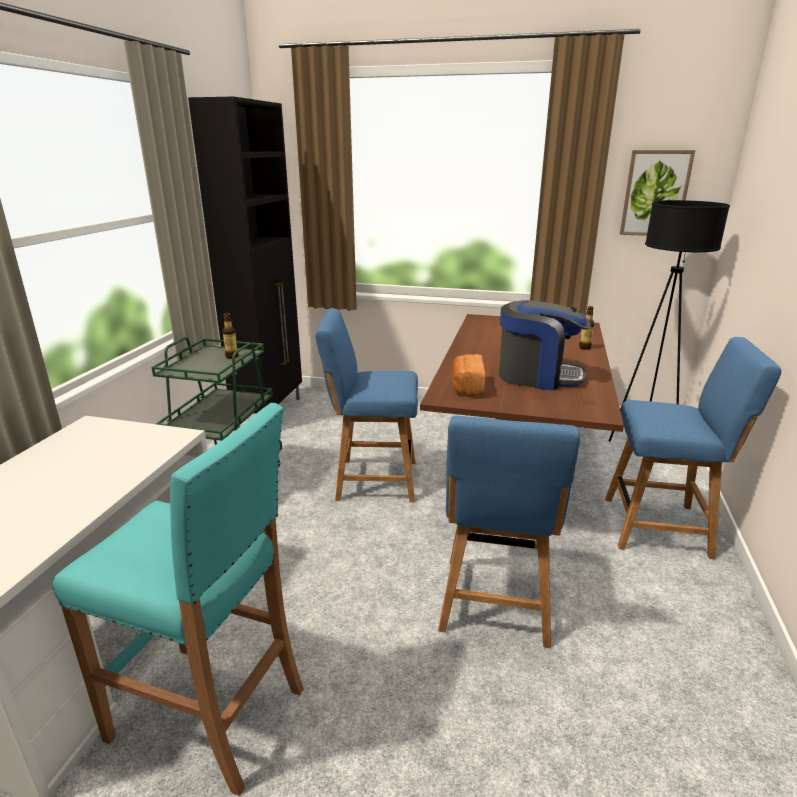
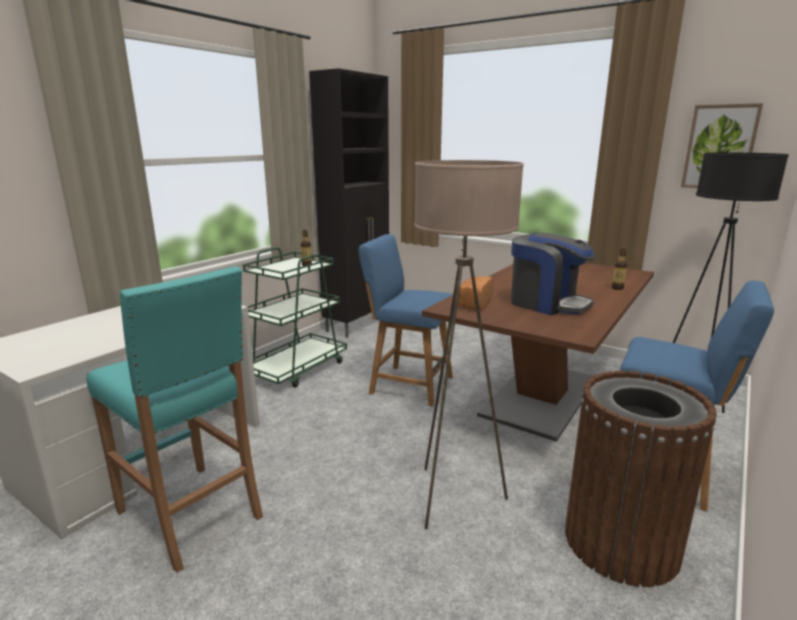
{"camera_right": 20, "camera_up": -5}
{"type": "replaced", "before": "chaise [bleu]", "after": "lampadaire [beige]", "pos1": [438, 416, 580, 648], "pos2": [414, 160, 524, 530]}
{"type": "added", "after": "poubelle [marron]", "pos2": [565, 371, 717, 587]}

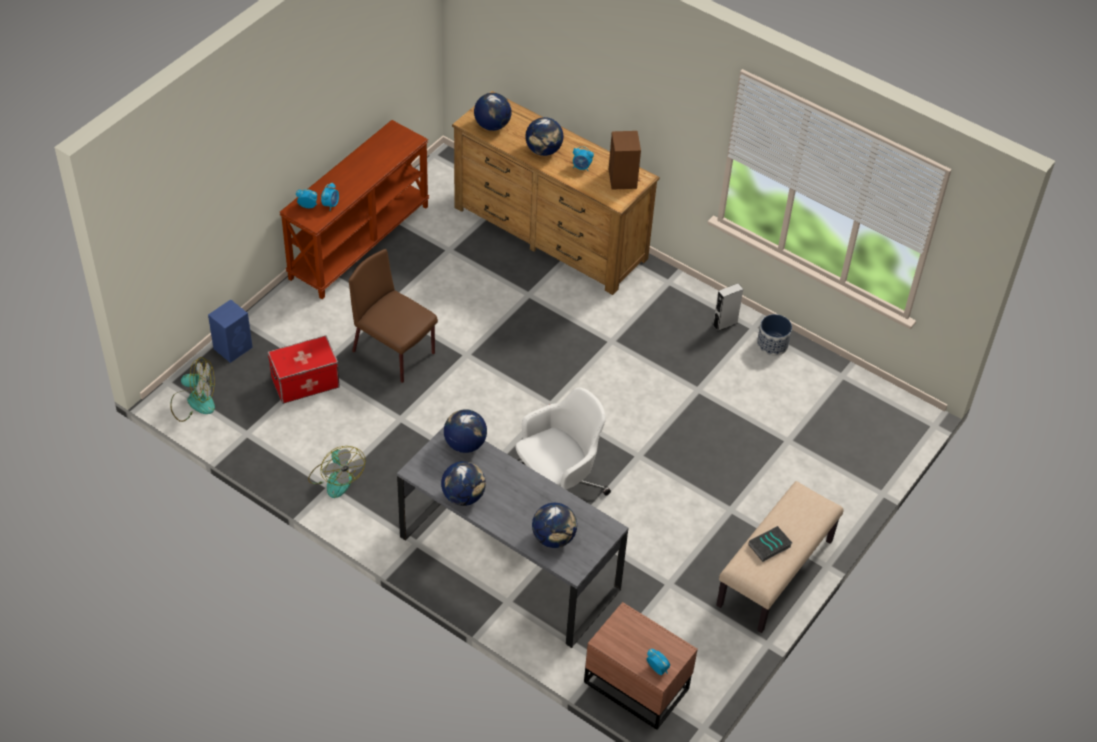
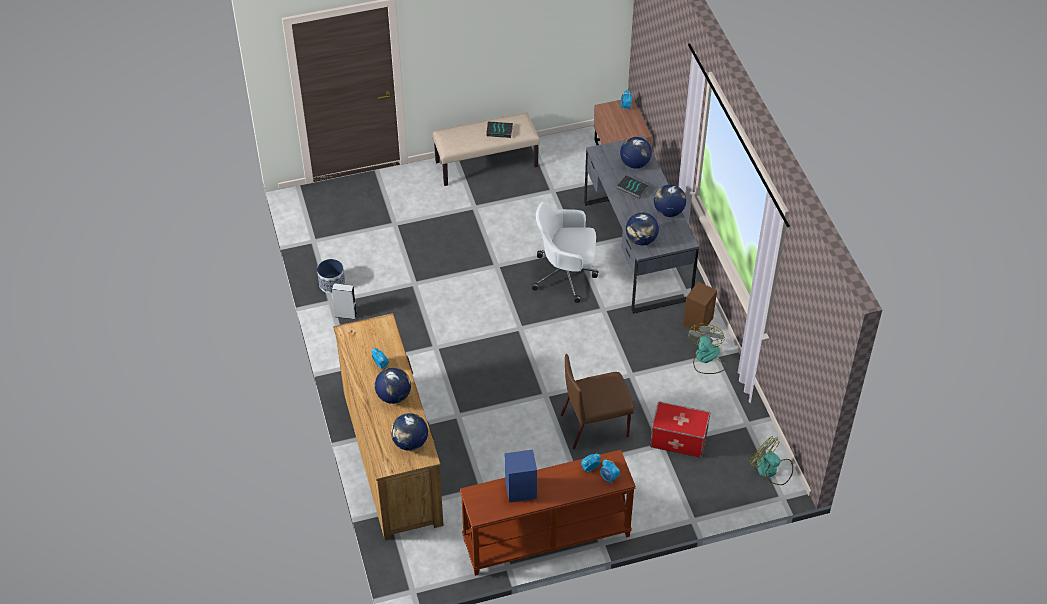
{"camera_right": -140, "camera_up": 0}
{"type": "moved", "before": "enceinte [bleu]", "pos1": [208, 300, 253, 363], "pos2": [505, 450, 537, 502]}
{"type": "turned", "before": "chaise [marron]", "pos1": [349, 249, 438, 383], "pos2": [561, 354, 634, 449], "turn": 90}
{"type": "moved", "before": "enceinte [marron]", "pos1": [609, 131, 641, 190], "pos2": [683, 282, 717, 333]}
{"type": "added", "after": "livre", "pos2": [616, 175, 648, 199]}

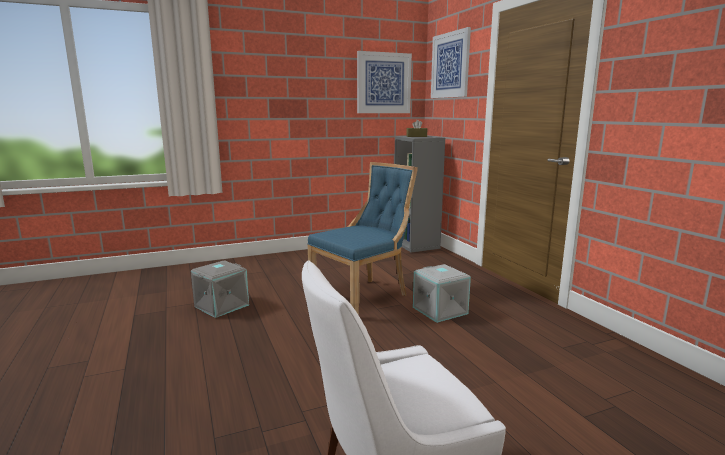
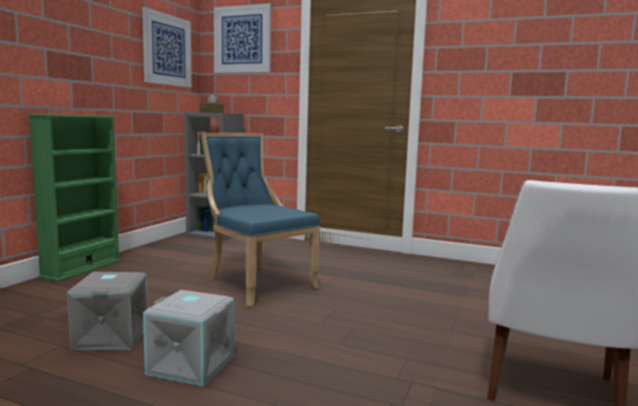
{"camera_right": -45, "camera_up": -5}
{"type": "turned", "before": "chaise [bleu]", "pos1": [307, 162, 418, 315], "pos2": [200, 132, 320, 307], "turn": -45}
{"type": "moved", "before": "boîte de rangement [gris]", "pos1": [413, 264, 471, 323], "pos2": [143, 290, 234, 387]}
{"type": "added", "after": "bibliothèque [vert]", "pos2": [28, 114, 121, 282]}

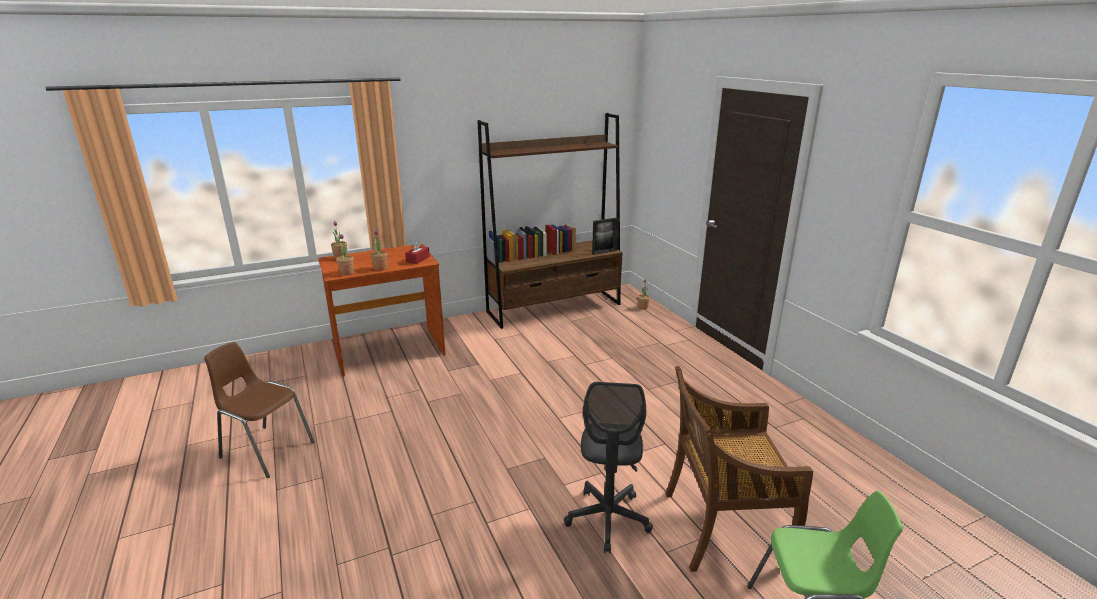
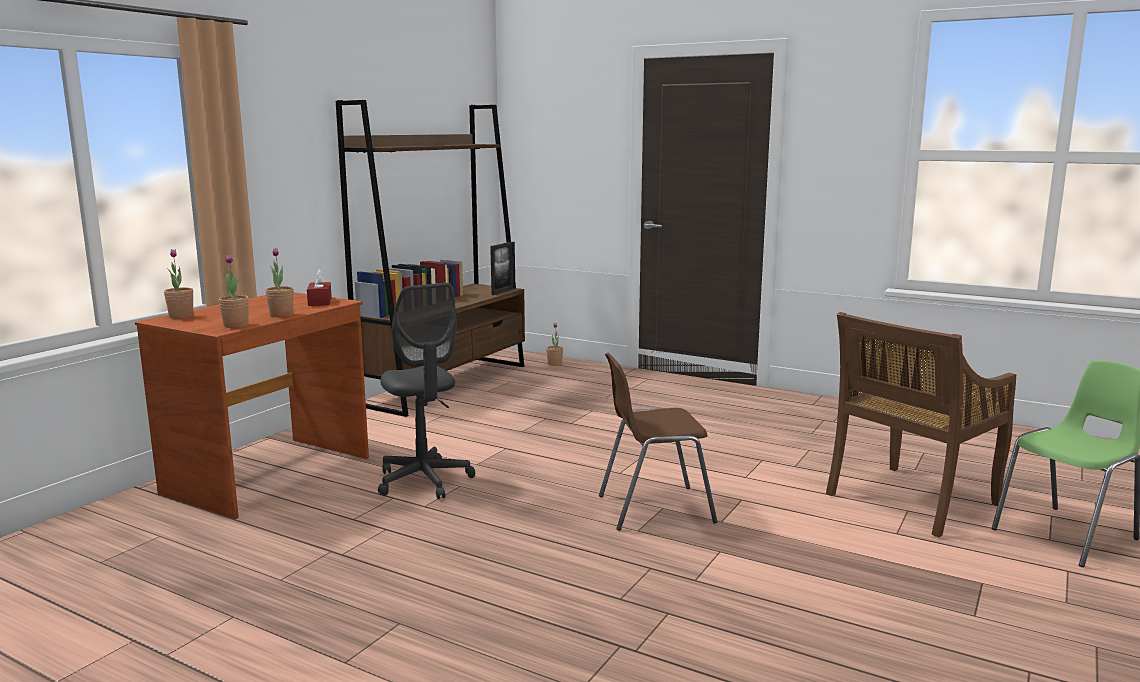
{"camera_right": -35, "camera_up": -10}
{"type": "moved", "before": "chaise [marron]", "pos1": [204, 342, 315, 478], "pos2": [599, 353, 717, 530]}
{"type": "moved", "before": "chaise de bureau [gris]", "pos1": [564, 382, 653, 553], "pos2": [378, 283, 475, 499]}

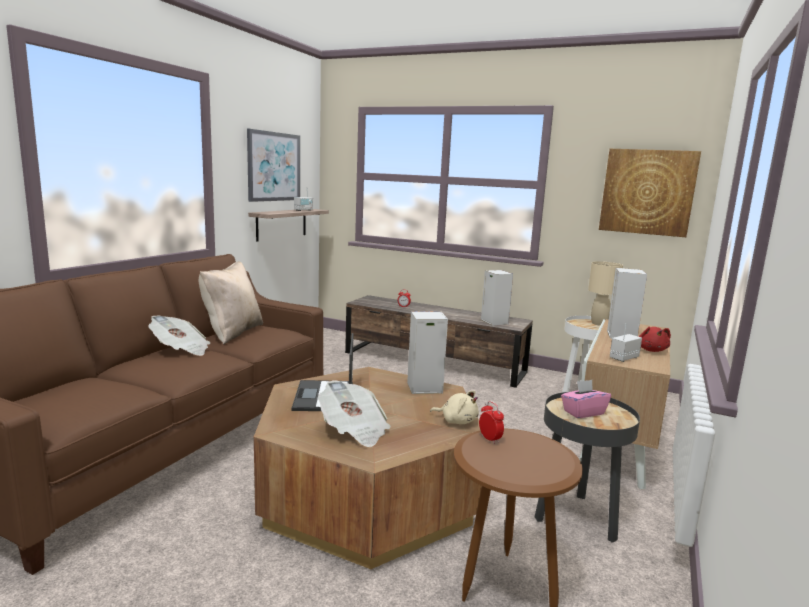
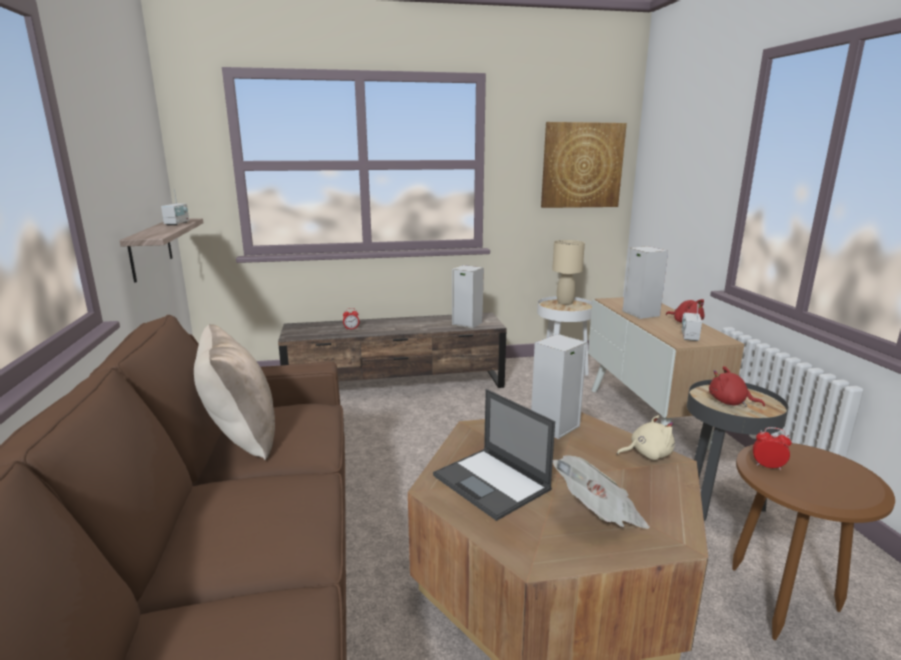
{"camera_right": -35, "camera_up": 5}
{"type": "removed", "before": "journal", "pos1": [148, 316, 211, 356]}
{"type": "removed", "before": "tableau", "pos1": [247, 129, 300, 202]}
{"type": "replaced", "before": "boîte à mouchoirs [rose]", "after": "peluche [rouge]", "pos1": [561, 380, 611, 418], "pos2": [709, 366, 765, 407]}

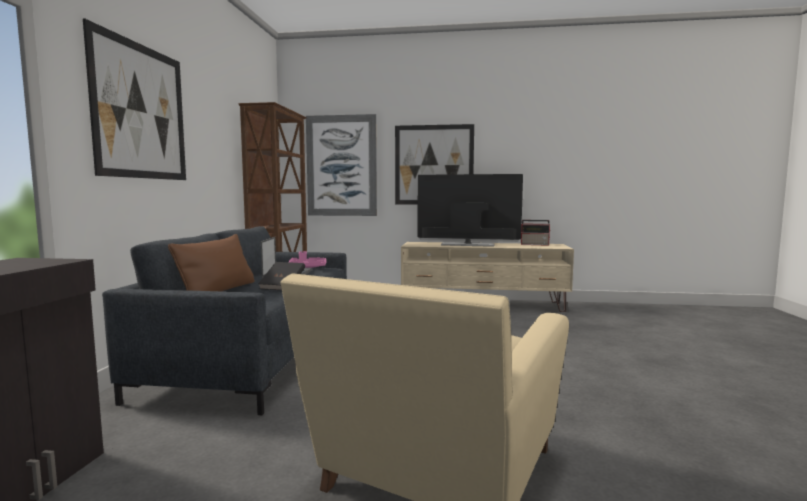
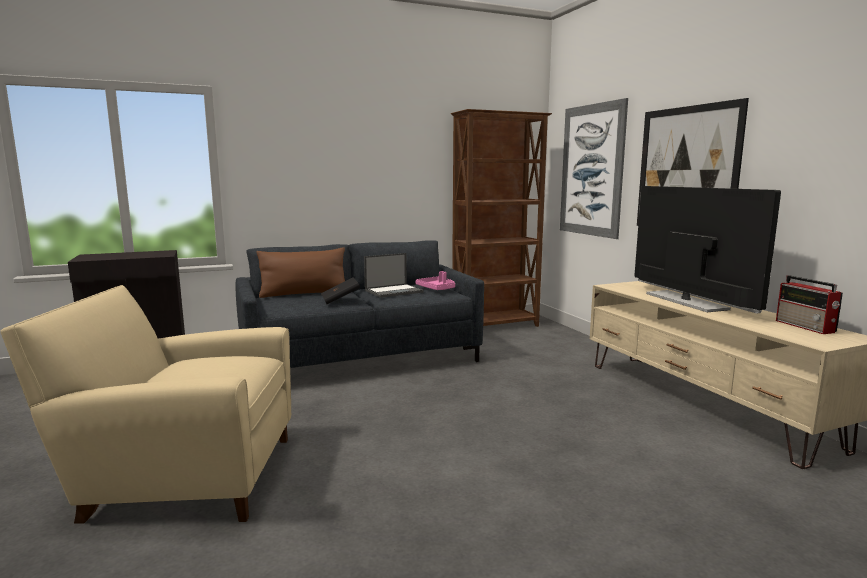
{"camera_right": 60, "camera_up": 5}
{"type": "removed", "before": "tableau", "pos1": [83, 19, 186, 180]}

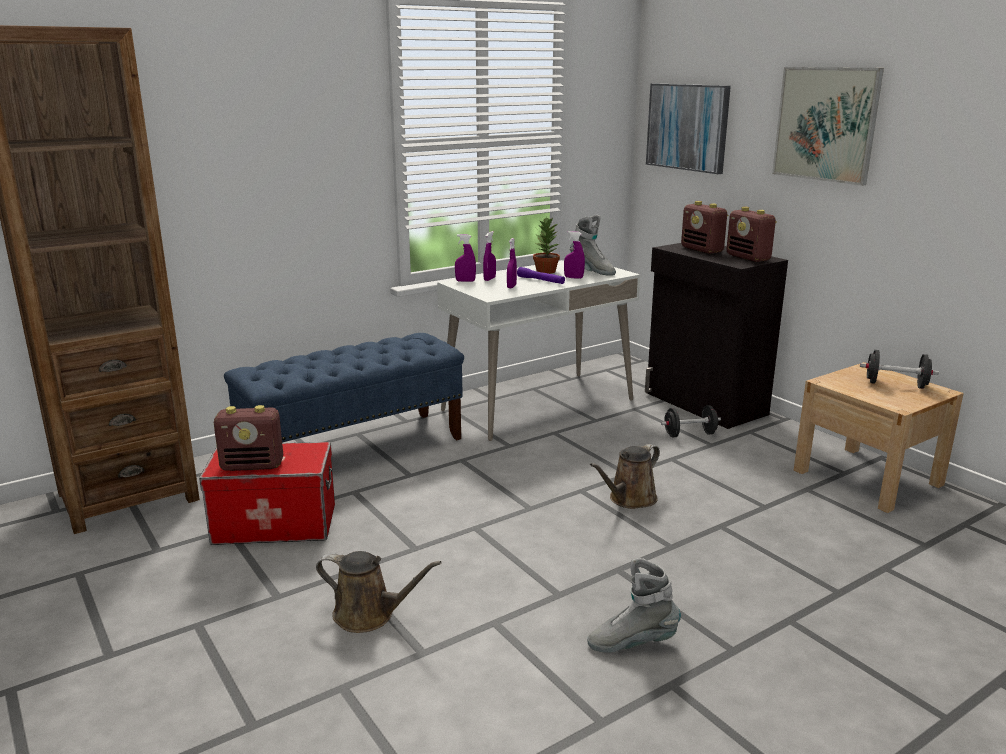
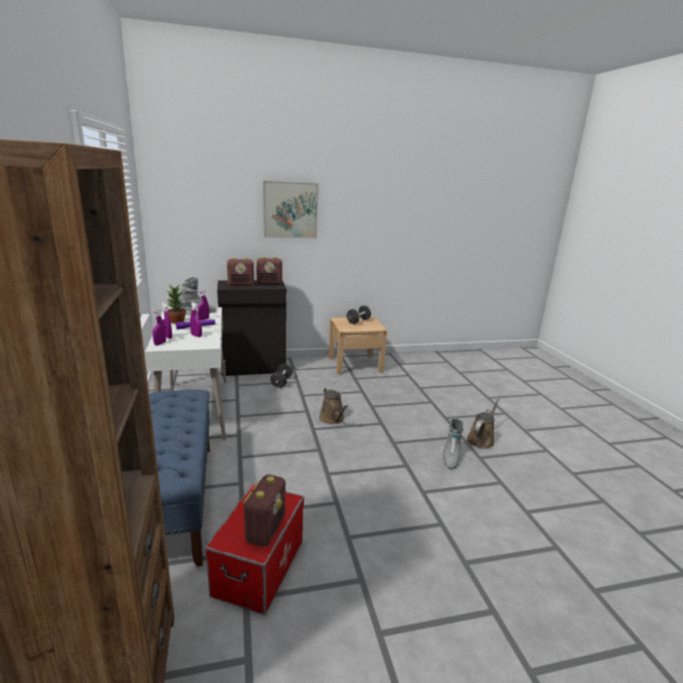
{"camera_right": -70, "camera_up": 0}
{"type": "moved", "before": "arrosoir [marron]", "pos1": [316, 551, 442, 633], "pos2": [466, 397, 500, 449]}
{"type": "removed", "before": "tableau", "pos1": [646, 83, 731, 174]}

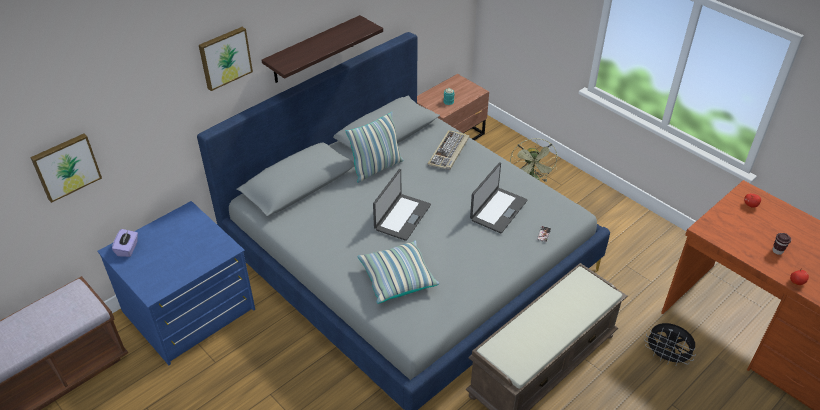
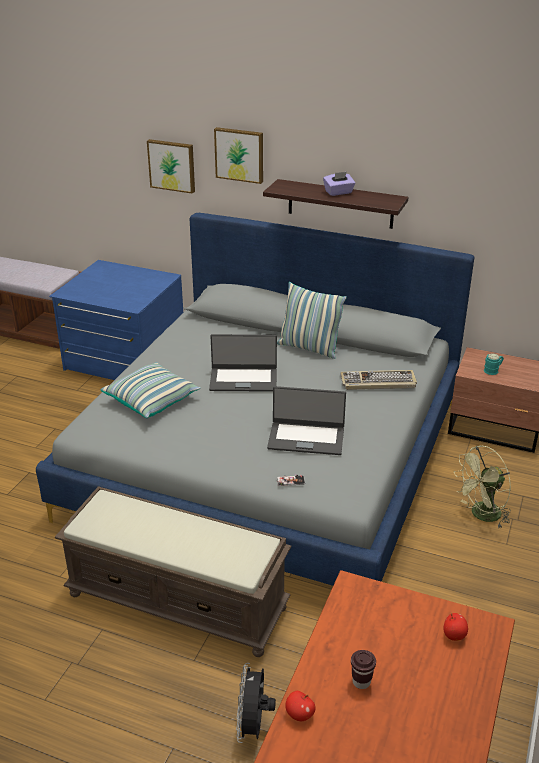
{"camera_right": 65, "camera_up": -10}
{"type": "moved", "before": "tableau", "pos1": [30, 134, 102, 203], "pos2": [147, 139, 195, 194]}
{"type": "moved", "before": "boîte à mouchoirs [violet]", "pos1": [112, 229, 138, 257], "pos2": [323, 172, 355, 196]}

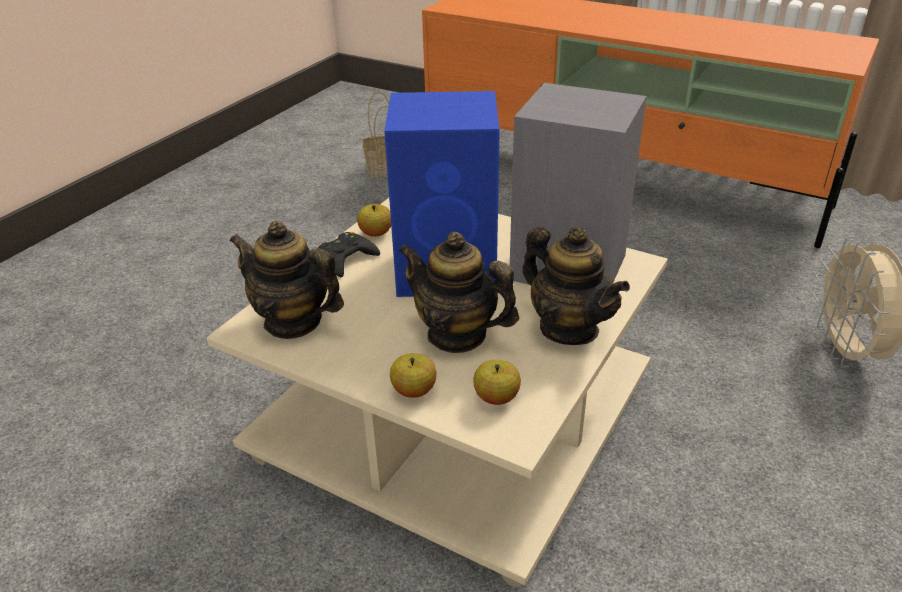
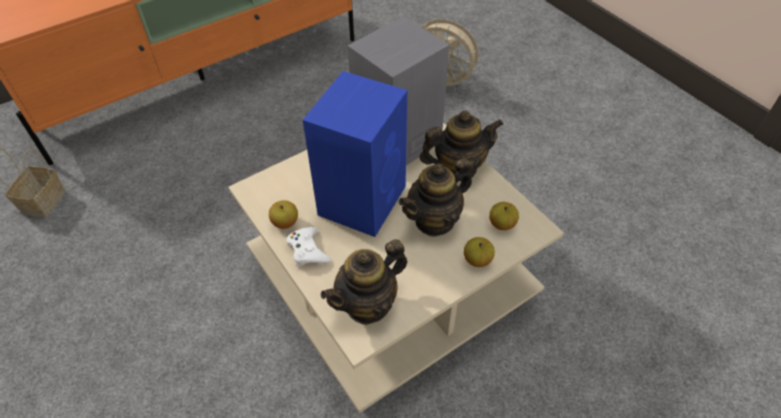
{"camera_right": -65, "camera_up": 15}
{"type": "recoloured", "before": "manette [noir]", "after": "manette [blanc]", "pos1": [318, 232, 380, 277], "pos2": [287, 227, 332, 266]}

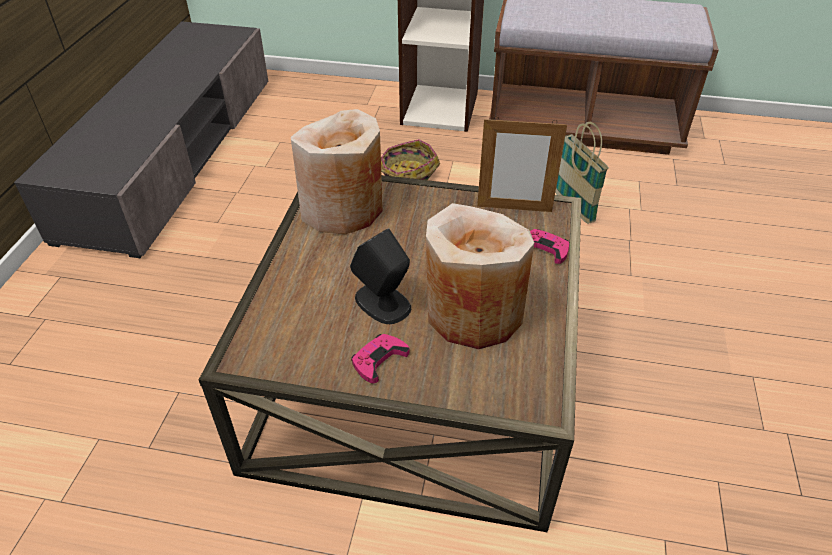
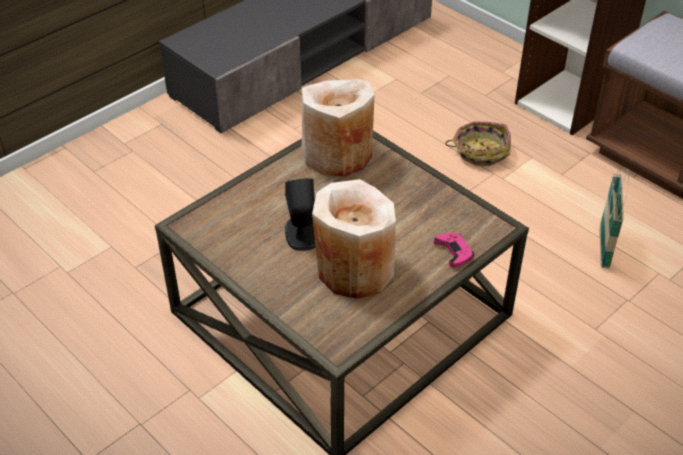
{"camera_right": 35, "camera_up": 0}
{"type": "removed", "before": "manette [rose]", "pos1": [351, 334, 409, 384]}
{"type": "removed", "before": "cadre photo", "pos1": [477, 116, 567, 212]}

